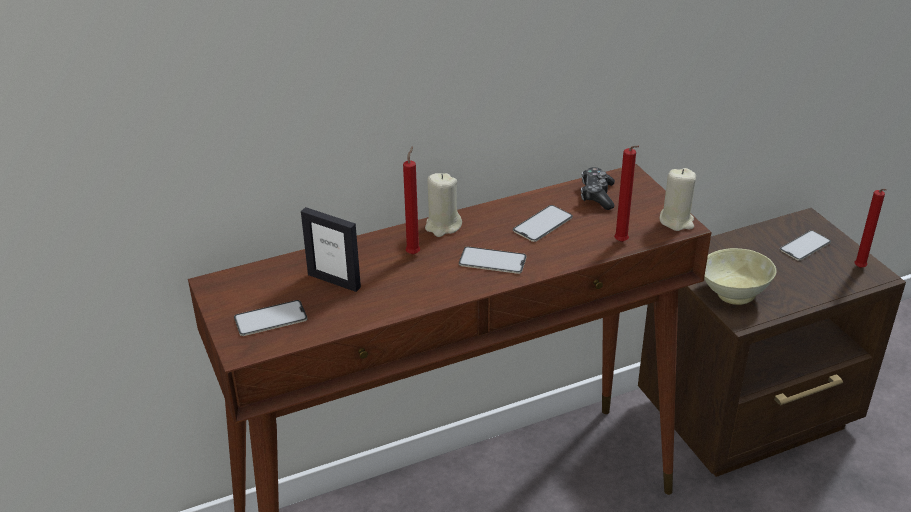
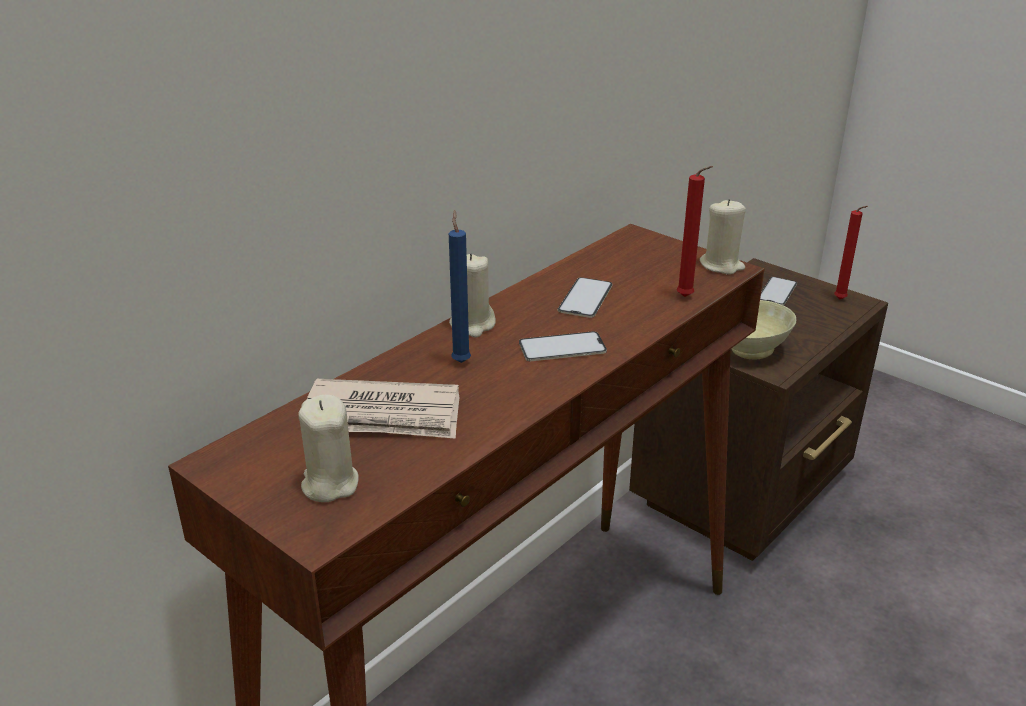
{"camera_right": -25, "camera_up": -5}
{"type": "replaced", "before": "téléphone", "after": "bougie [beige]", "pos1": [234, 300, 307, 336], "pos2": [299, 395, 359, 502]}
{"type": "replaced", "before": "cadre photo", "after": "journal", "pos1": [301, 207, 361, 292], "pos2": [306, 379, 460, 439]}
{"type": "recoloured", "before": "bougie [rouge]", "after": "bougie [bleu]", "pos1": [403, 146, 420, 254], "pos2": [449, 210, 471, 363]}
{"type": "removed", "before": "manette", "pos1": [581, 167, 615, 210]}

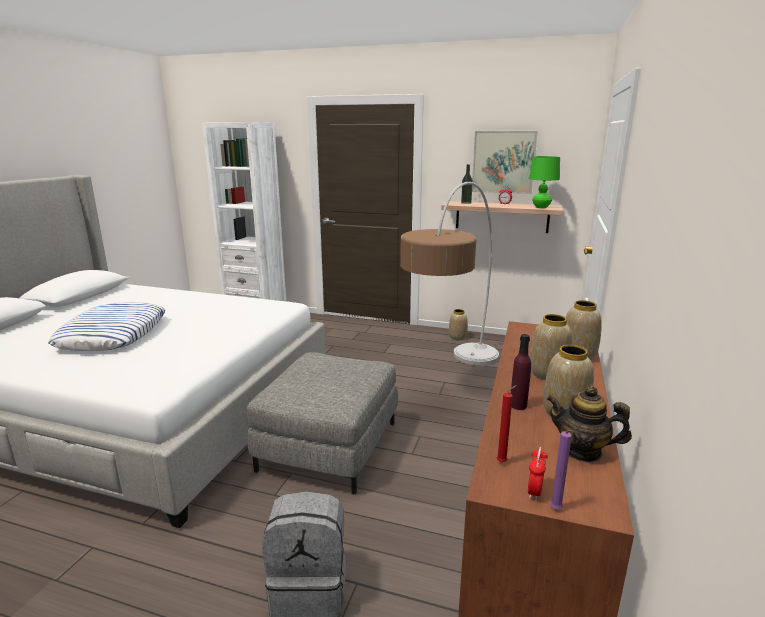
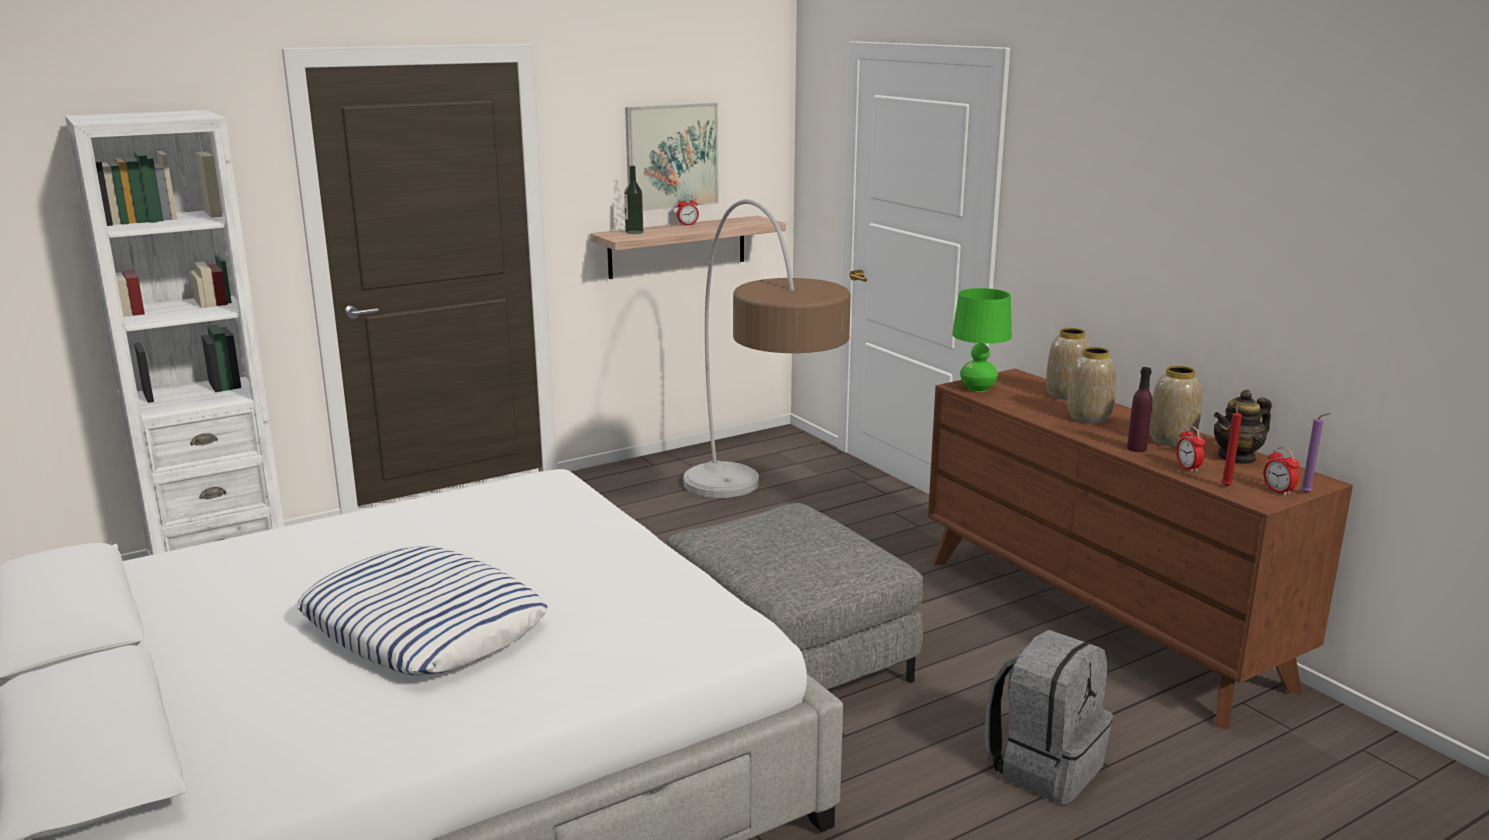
{"camera_right": -50, "camera_up": 0}
{"type": "removed", "before": "vase", "pos1": [449, 309, 468, 340]}
{"type": "moved", "before": "lampe de table [vert]", "pos1": [529, 156, 560, 208], "pos2": [952, 288, 1012, 392]}
{"type": "added", "after": "réveil", "pos2": [1176, 426, 1205, 472]}

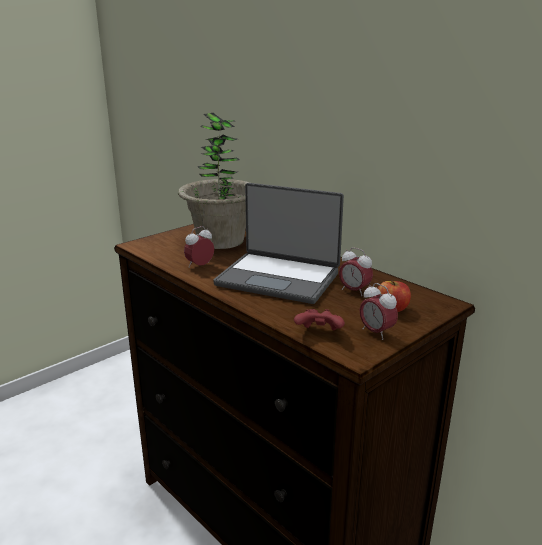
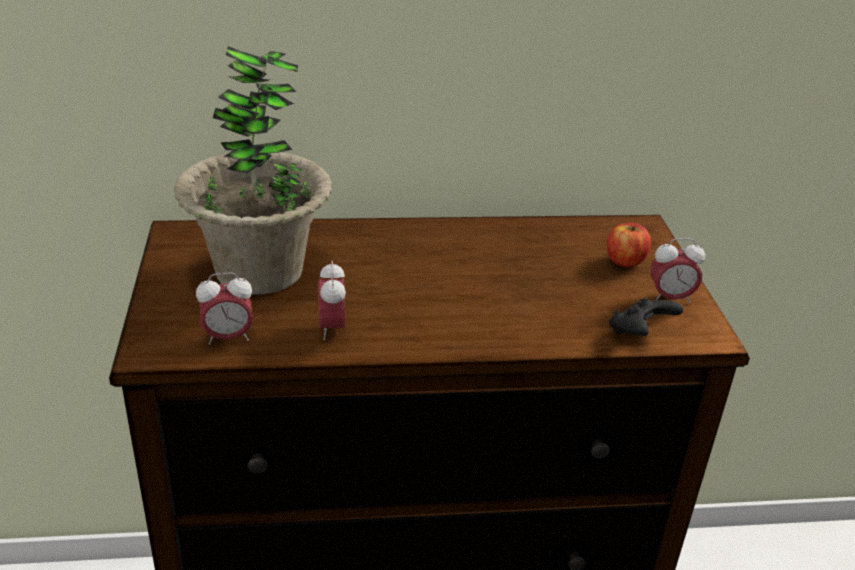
{"camera_right": -55, "camera_up": 10}
{"type": "removed", "before": "ordinateur portable", "pos1": [213, 183, 344, 304]}
{"type": "recoloured", "before": "manette [rouge]", "after": "manette [noir]", "pos1": [294, 309, 345, 330], "pos2": [609, 298, 683, 336]}
{"type": "moved", "before": "réveil", "pos1": [339, 247, 373, 296], "pos2": [196, 272, 253, 345]}

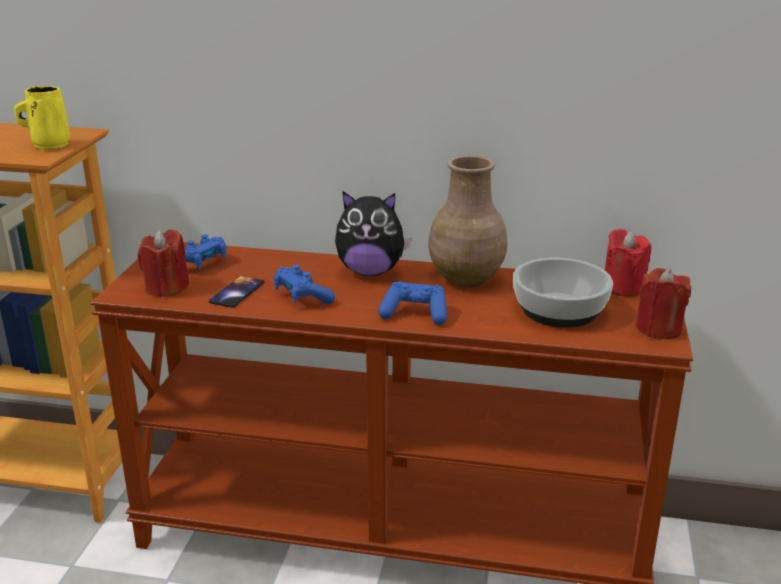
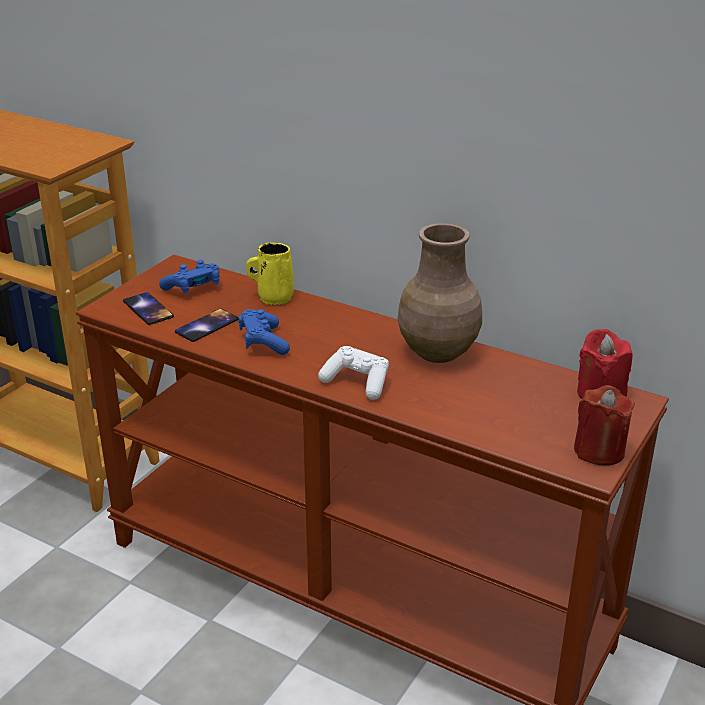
{"camera_right": 20, "camera_up": 5}
{"type": "moved", "before": "mug [jaune]", "pos1": [14, 86, 70, 150], "pos2": [246, 243, 294, 305]}
{"type": "replaced", "before": "bougie [rouge]", "after": "téléphone", "pos1": [138, 229, 189, 297], "pos2": [123, 292, 174, 325]}
{"type": "removed", "before": "peluche", "pos1": [335, 191, 412, 276]}
{"type": "recoloured", "before": "manette [bleu]", "after": "manette [blanc]", "pos1": [378, 281, 447, 325], "pos2": [318, 346, 389, 400]}
{"type": "removed", "before": "bol", "pos1": [513, 258, 613, 328]}

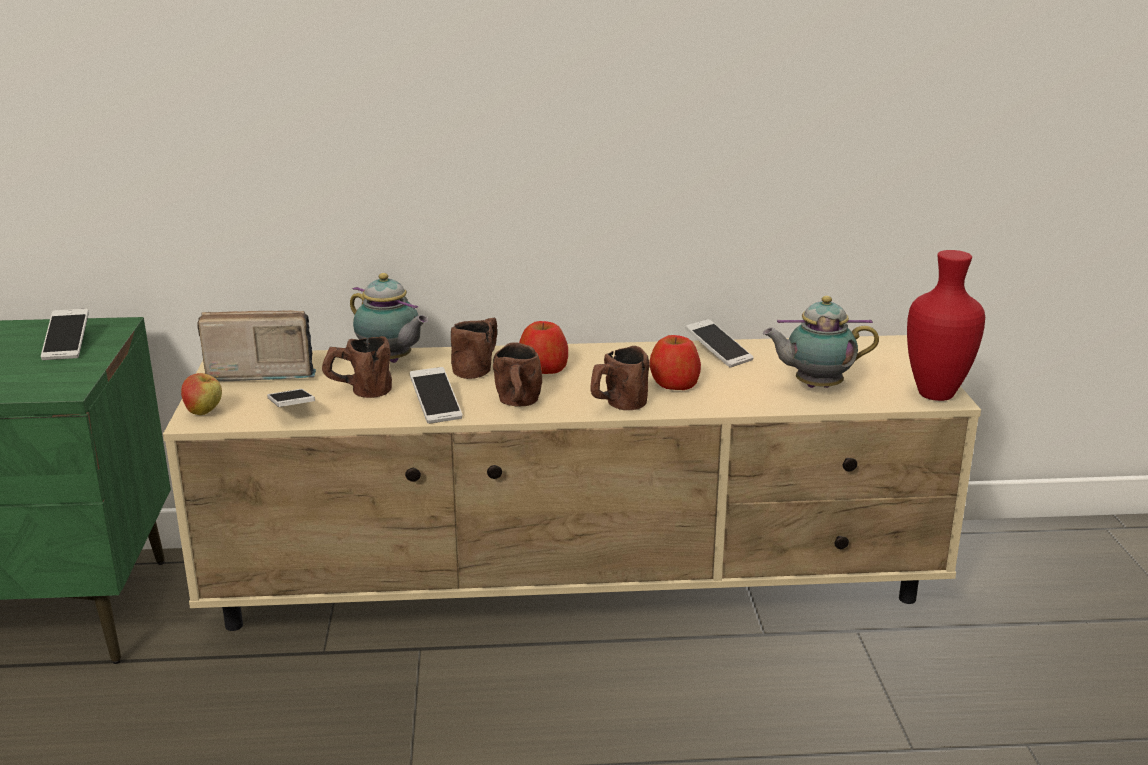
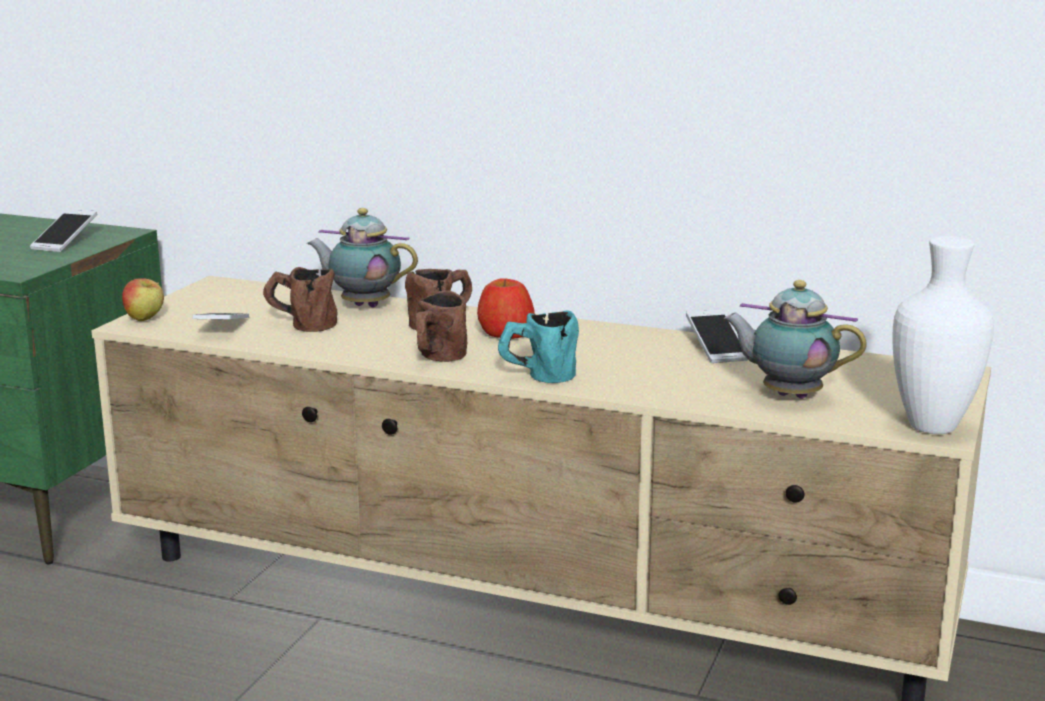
{"camera_right": 25, "camera_up": -5}
{"type": "removed", "before": "radio", "pos1": [197, 310, 316, 381]}
{"type": "turned", "before": "théière", "pos1": [350, 273, 428, 363], "pos2": [307, 208, 418, 307], "turn": 135}
{"type": "removed", "before": "téléphone", "pos1": [410, 367, 462, 424]}
{"type": "recoloured", "before": "mug [marron]", "after": "mug [turquoise]", "pos1": [590, 346, 649, 410], "pos2": [498, 310, 579, 383]}
{"type": "removed", "before": "pomme", "pos1": [649, 335, 701, 390]}
{"type": "recoloured", "before": "vase [rouge]", "after": "vase [blanc]", "pos1": [907, 250, 985, 401], "pos2": [892, 236, 994, 434]}

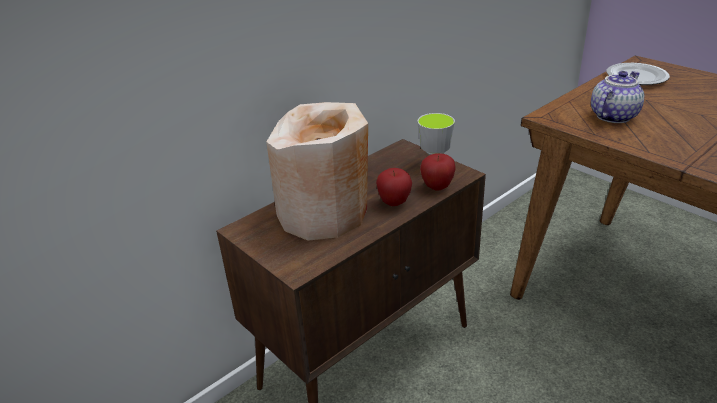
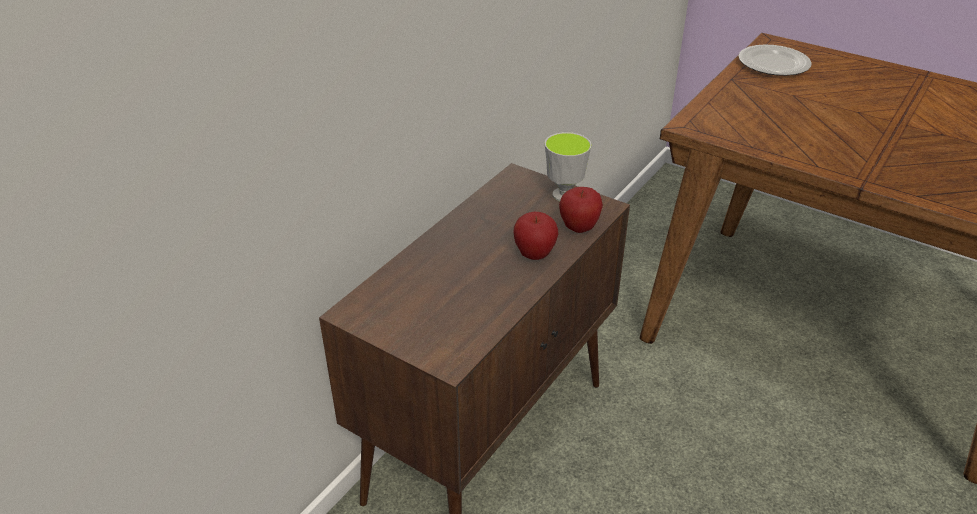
{"camera_right": -15, "camera_up": 5}
{"type": "removed", "before": "vase [beige]", "pos1": [266, 102, 368, 241]}
{"type": "removed", "before": "théière", "pos1": [591, 71, 644, 123]}

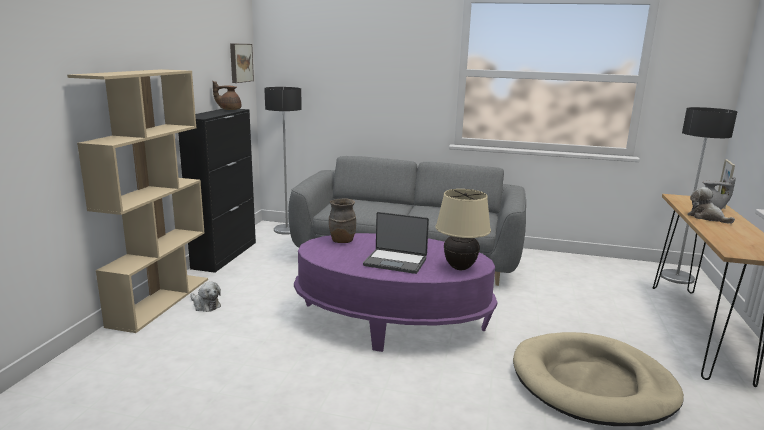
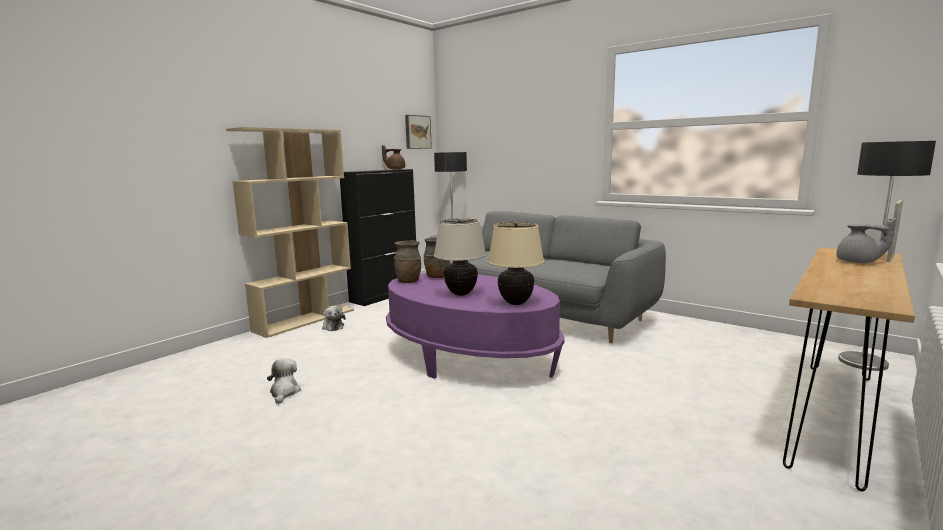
{"camera_right": 25, "camera_up": -5}
{"type": "replaced", "before": "ordinateur portable", "after": "lampe de table [beige]", "pos1": [363, 212, 429, 274], "pos2": [434, 219, 486, 296]}
{"type": "removed", "before": "panier pour chien [beige]", "pos1": [513, 332, 684, 426]}
{"type": "moved", "before": "peluche", "pos1": [687, 187, 735, 224], "pos2": [267, 358, 301, 404]}
{"type": "added", "after": "vase [marron]", "pos2": [394, 240, 421, 283]}

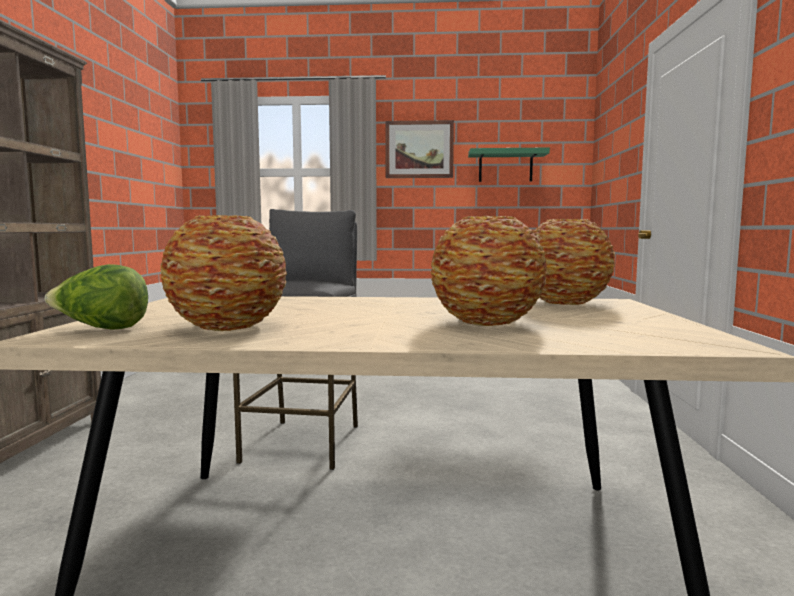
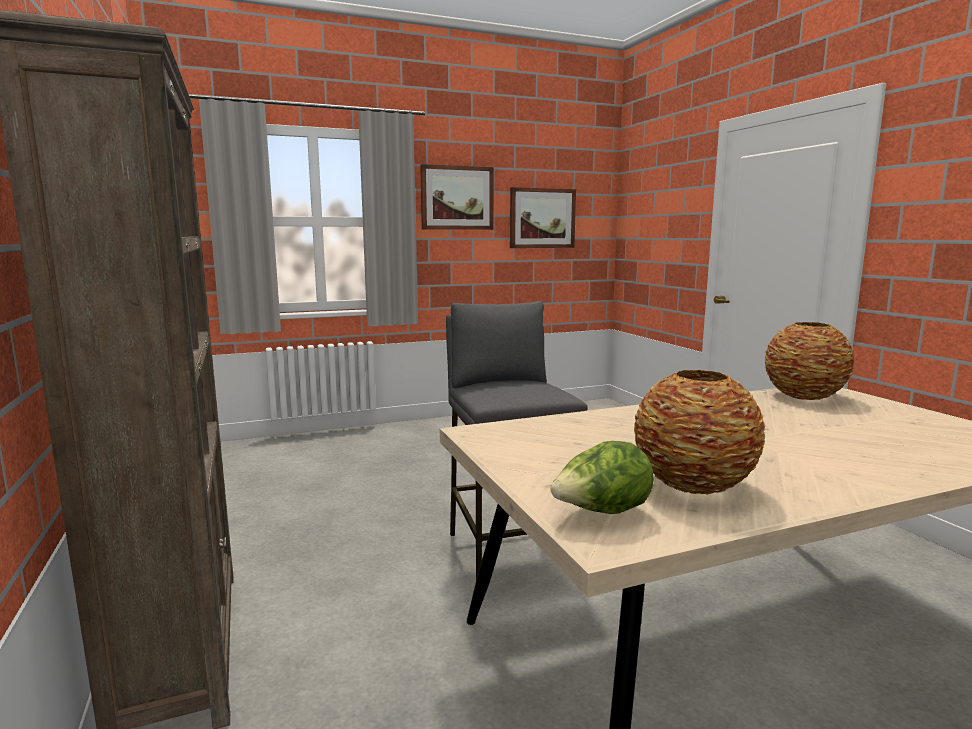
{"camera_right": -25, "camera_up": 5}
{"type": "removed", "before": "vase", "pos1": [431, 216, 547, 326]}
{"type": "replaced", "before": "étagère [vert]", "after": "tableau", "pos1": [468, 147, 550, 182], "pos2": [510, 187, 576, 248]}

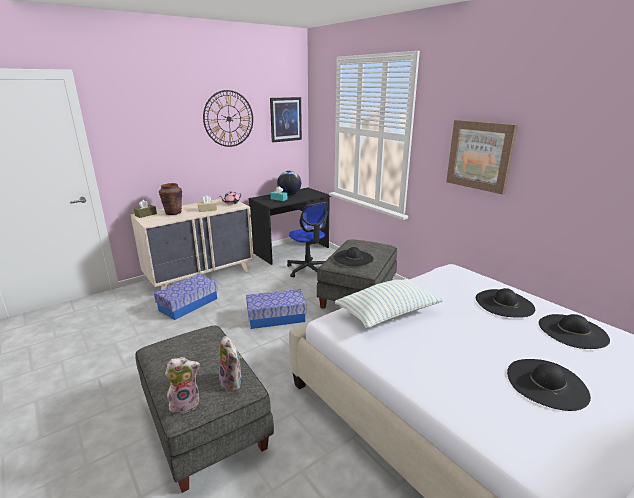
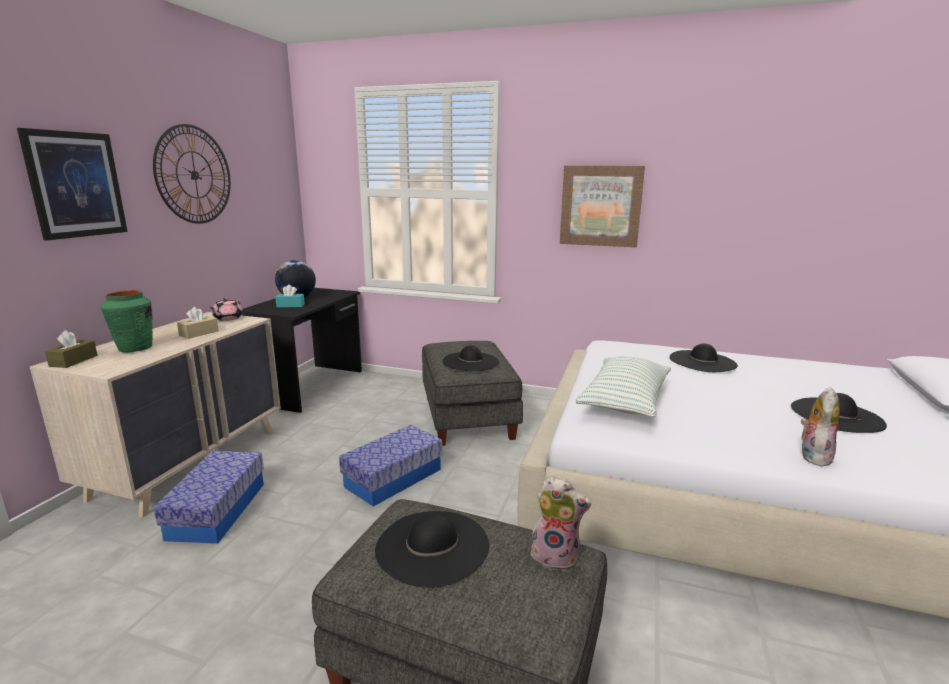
{"camera_right": -35, "camera_up": -5}
{"type": "recoloured", "before": "vase [marron]", "after": "vase [vert]", "pos1": [159, 183, 182, 215], "pos2": [100, 290, 153, 352]}
{"type": "moved", "before": "peluche", "pos1": [165, 357, 200, 413], "pos2": [801, 387, 840, 466]}
{"type": "moved", "before": "tableau", "pos1": [270, 97, 302, 142], "pos2": [17, 128, 128, 241]}
{"type": "removed", "before": "chaise de bureau", "pos1": [287, 202, 328, 278]}
{"type": "moved", "before": "chapeau [noir]", "pos1": [539, 314, 610, 349], "pos2": [375, 511, 489, 588]}

